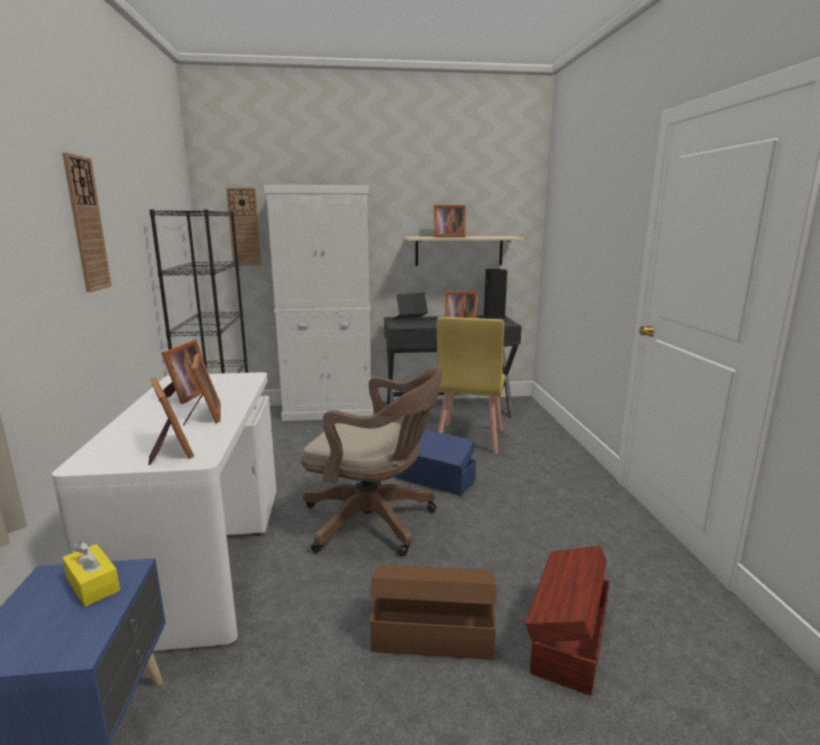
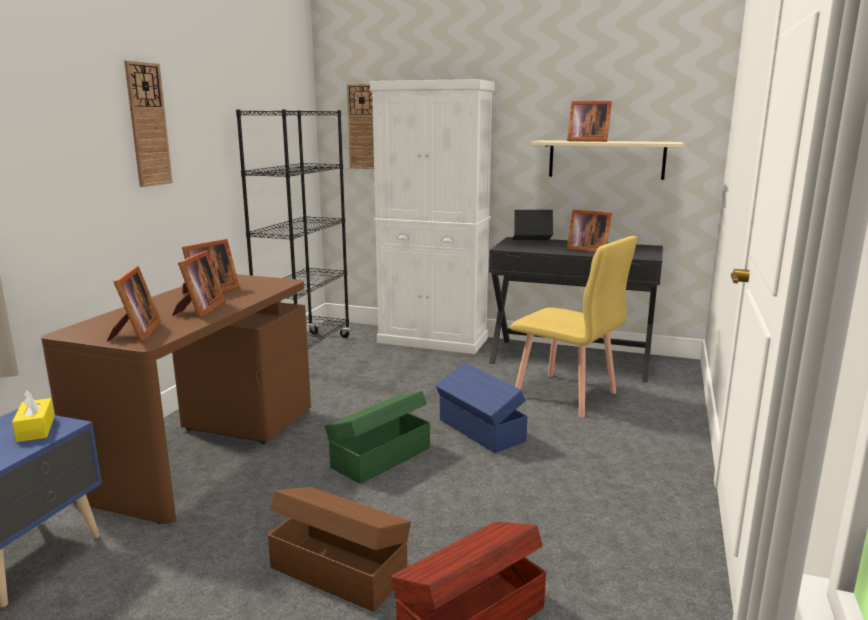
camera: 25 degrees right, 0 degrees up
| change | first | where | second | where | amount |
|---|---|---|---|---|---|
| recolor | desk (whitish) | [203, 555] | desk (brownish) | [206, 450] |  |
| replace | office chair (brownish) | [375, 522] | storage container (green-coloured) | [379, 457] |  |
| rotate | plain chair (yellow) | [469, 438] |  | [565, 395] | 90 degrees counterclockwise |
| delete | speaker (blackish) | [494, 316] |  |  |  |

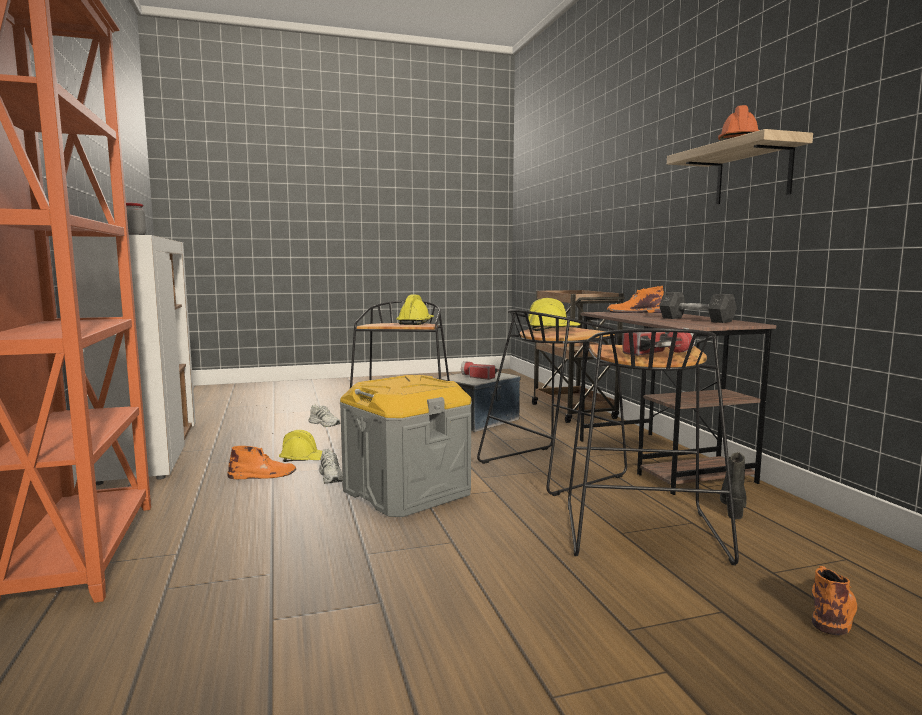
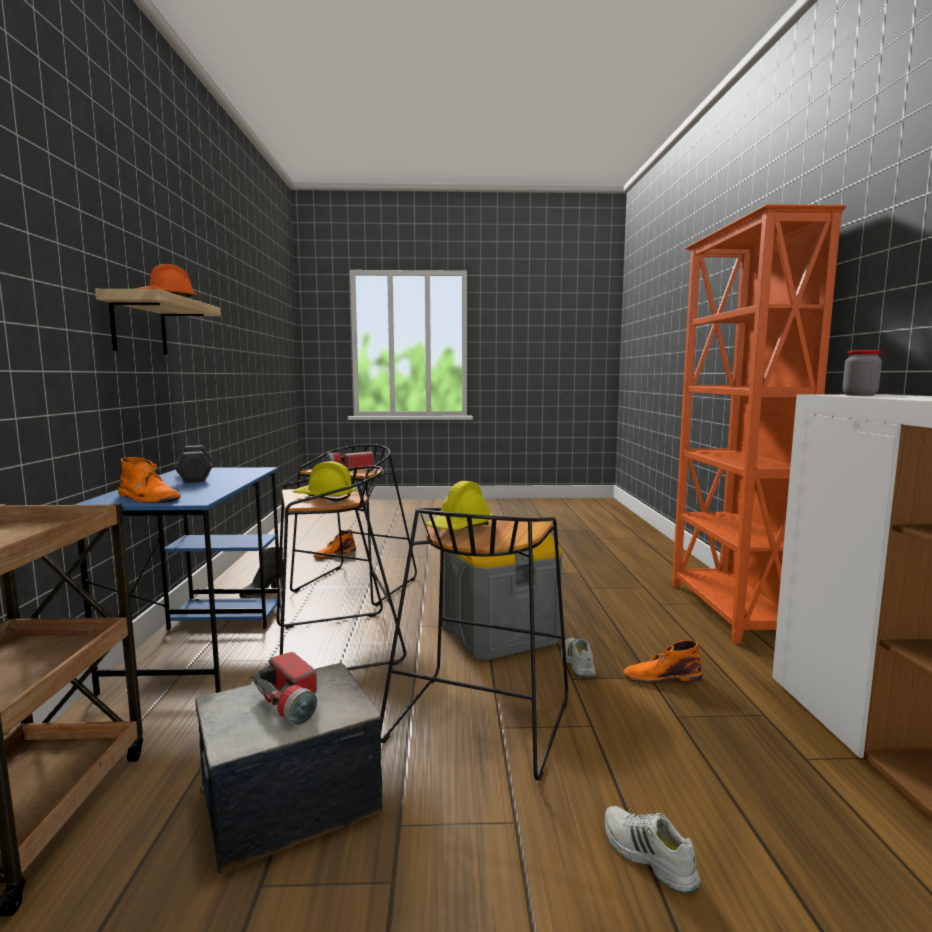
camera: 165 degrees left, 0 degrees up
| change | first | where | second | where | amount |
|---|---|---|---|---|---|
| delete | safety helmet (yellow) | [304, 459] |  |  |  |
| recolor | desk (brownish) | [661, 460] | desk (blue) | [203, 642] |  |

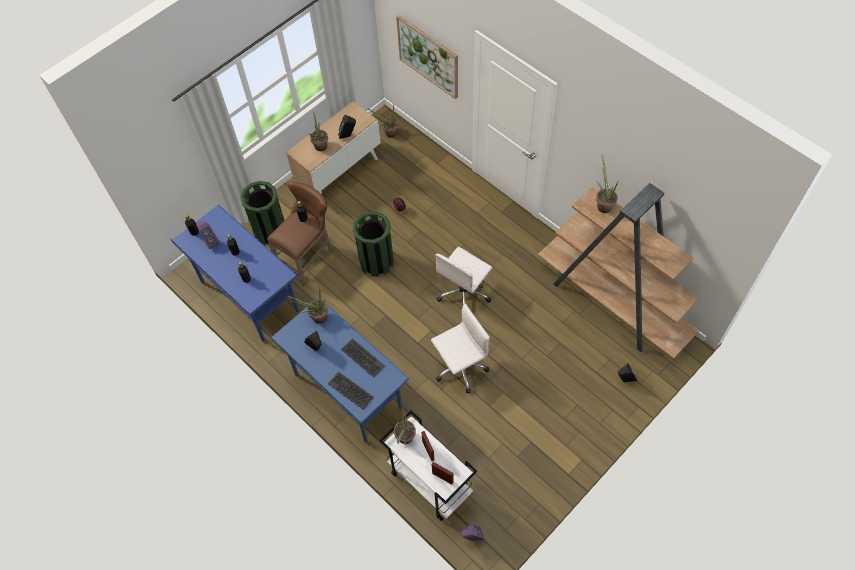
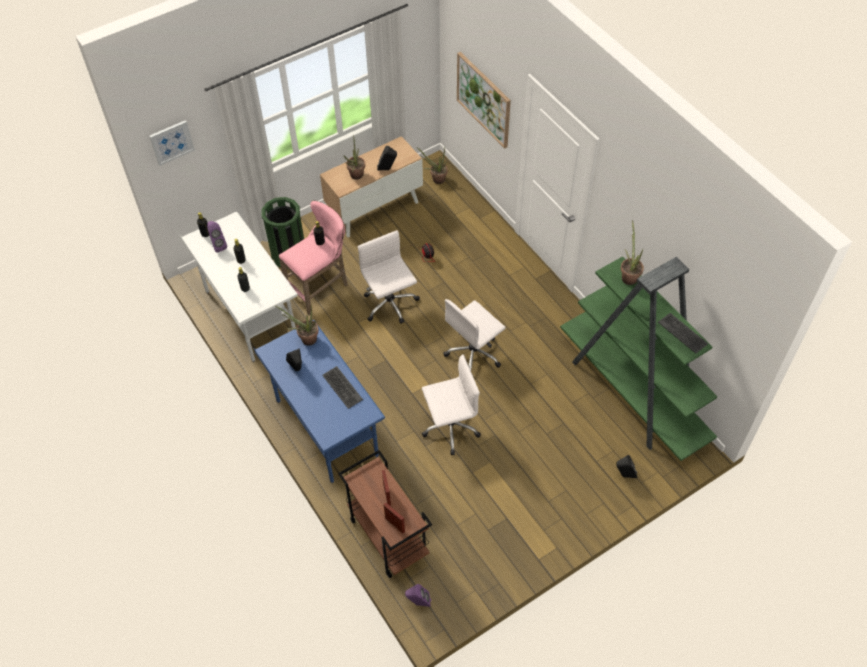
camera: 10 degrees right, 5 degrees down
| change | first | where | second | where | amount |
|---|---|---|---|---|---|
| recolor | desk (blue) | [249, 297] | desk (whitish) | [250, 315] |  |
| recolor | stool seat (brownish) | [308, 258] | stool seat (pinkish) | [321, 288] |  |
| move | keyboard | [351, 390] |  | [682, 333] |  |
| replace | rubbish bin (green-coloured) | [376, 262] | office chair (whitish) | [390, 305] |  |
| recolor | wheeled cart (whitish) | [429, 482] | wheeled cart (brownish) | [387, 536] |  |
| delete | plant in a pot | [405, 440] |  |  |  |
| recolor | shelving unit (brownish) | [613, 303] | shelving unit (green-coloured) | [632, 393] |  |
| insert |  |  | picture | [171, 142] |  |

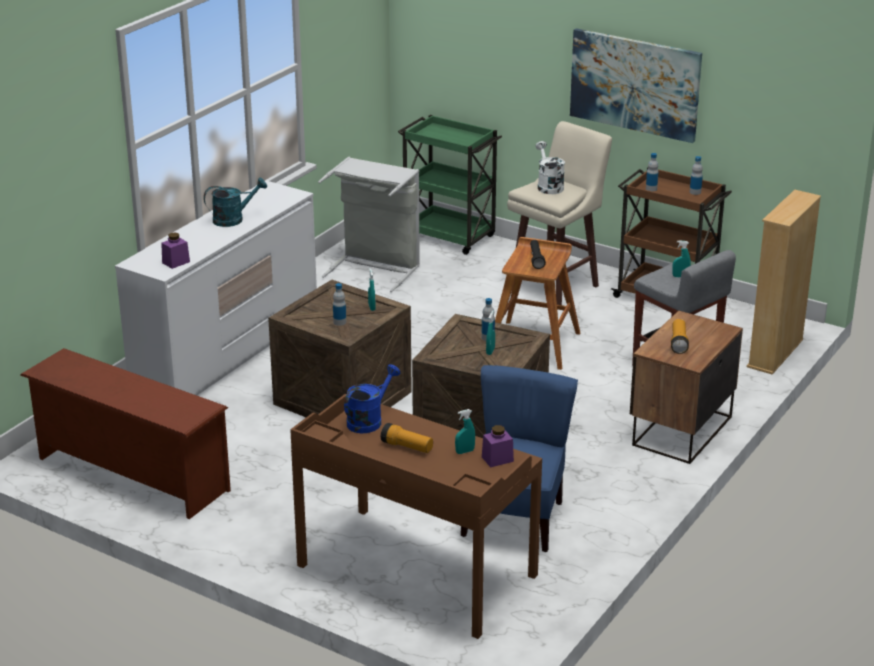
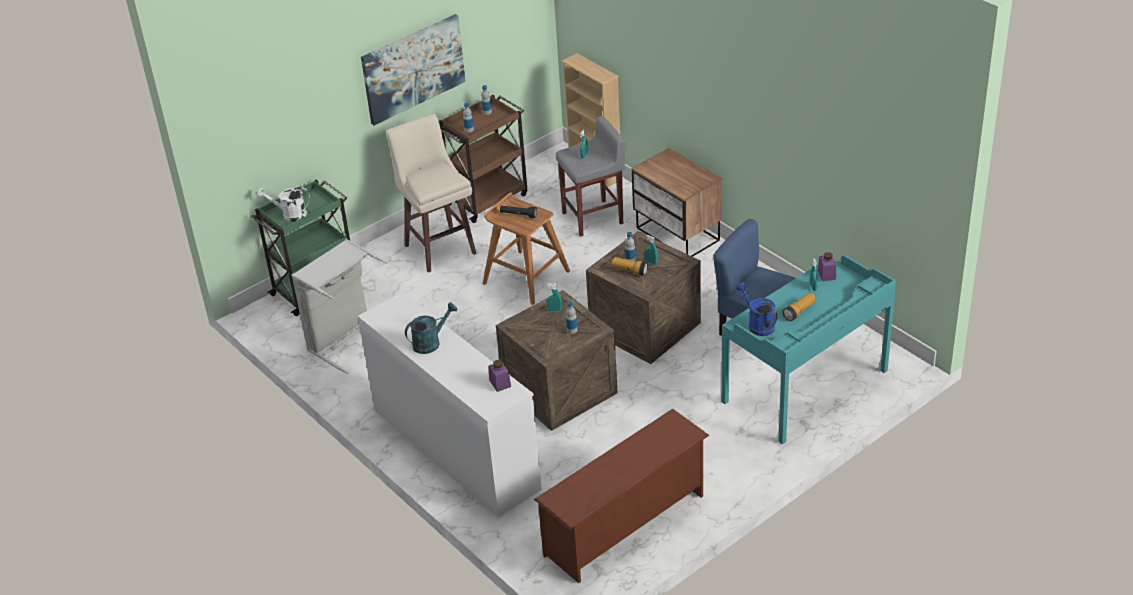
camera: 70 degrees left, 10 degrees up
| change | first | where | second | where | amount |
|---|---|---|---|---|---|
| rotate | sprinkling can (turquoise-coloured) | [233, 219] |  | [431, 342] | 60 degrees clockwise |
| recolor | desk (brownish) | [416, 571] | desk (turquoise-coloured) | [805, 387] |  |
| move | sprinkling can (whitish) | [548, 186] |  | [289, 215] |  |
| move | flashlight | [678, 343] |  | [630, 271] |  |

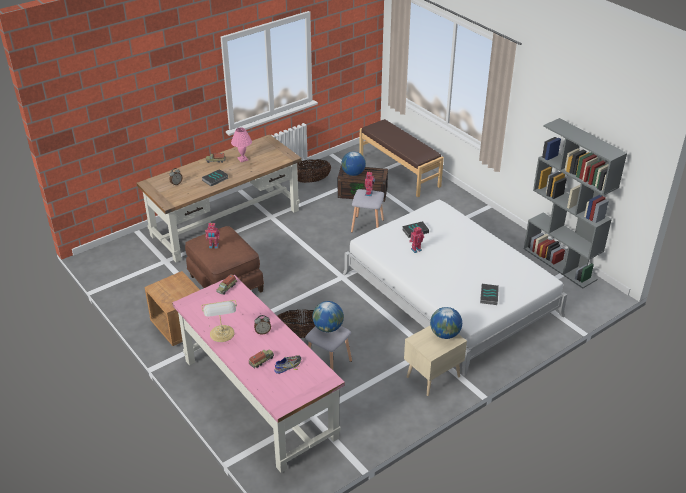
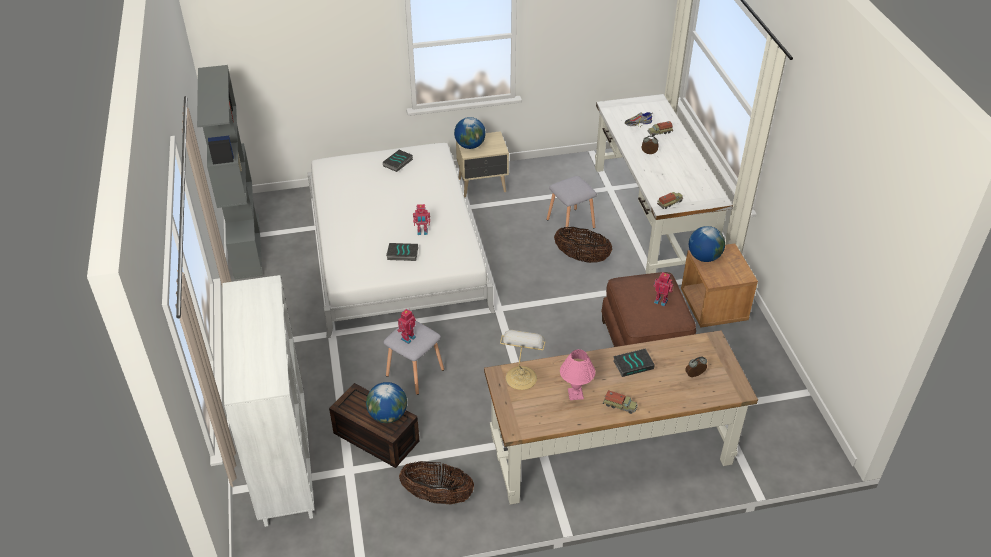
camera: 155 degrees left, 5 degrees up
| change | first | where | second | where | amount |
|---|---|---|---|---|---|
| recolor | desk (pinkish) | [258, 397] | desk (whitish) | [652, 215] |  |
| move | table lamp | [222, 334] |  | [521, 376] |  |
| move | globe | [328, 328] |  | [704, 257] |  |
| replace | indoor bench (brownish) | [399, 171] | storage cabinet (whitish) | [284, 464] |  |

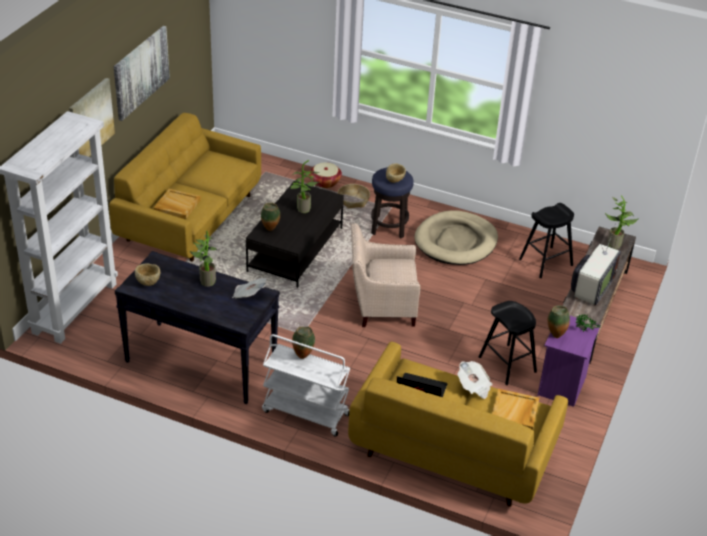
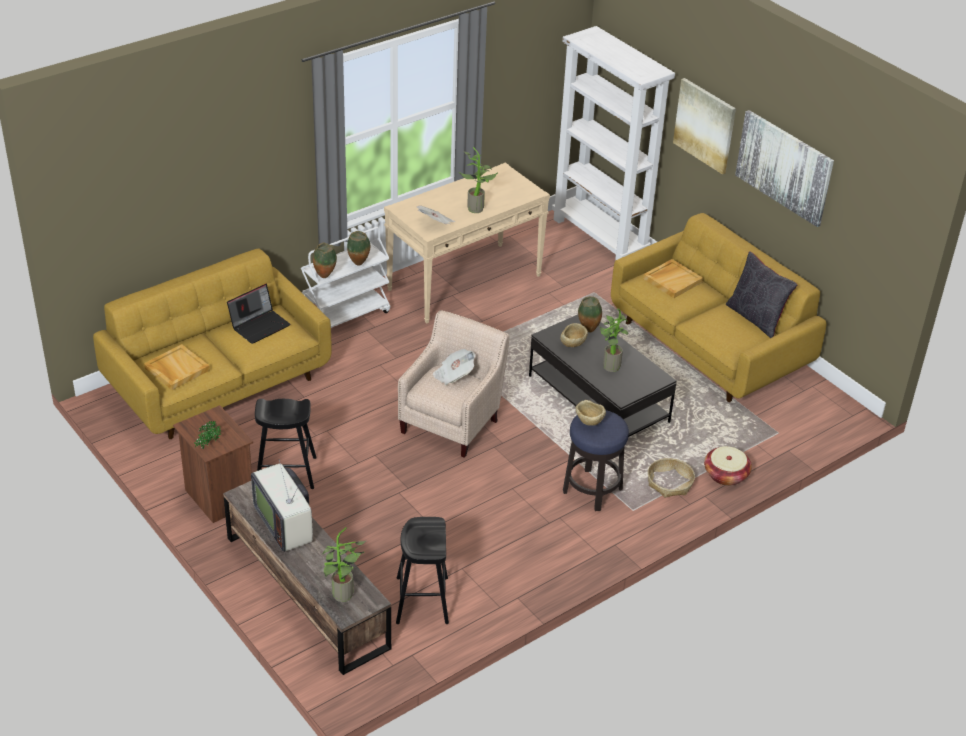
camera: 120 degrees right, 0 degrees up
| change | first | where | second | where | amount |
|---|---|---|---|---|---|
| recolor | console table (blackish) | [200, 362] | console table (beige) | [465, 282] |  |
| move | serving bowl (beige) | [148, 282] |  | [573, 345] |  |
| delete | pet bed (beige) | [456, 241] |  |  |  |
| move | newspaper | [474, 387] |  | [453, 375] |  |
| recolor | bedside table (purple-coloured) | [563, 386] | bedside table (brownish) | [218, 497] |  |
| move | vase | [555, 335] |  | [325, 276] |  |
| insert |  |  | pillow (blackish) | [756, 318] |  |

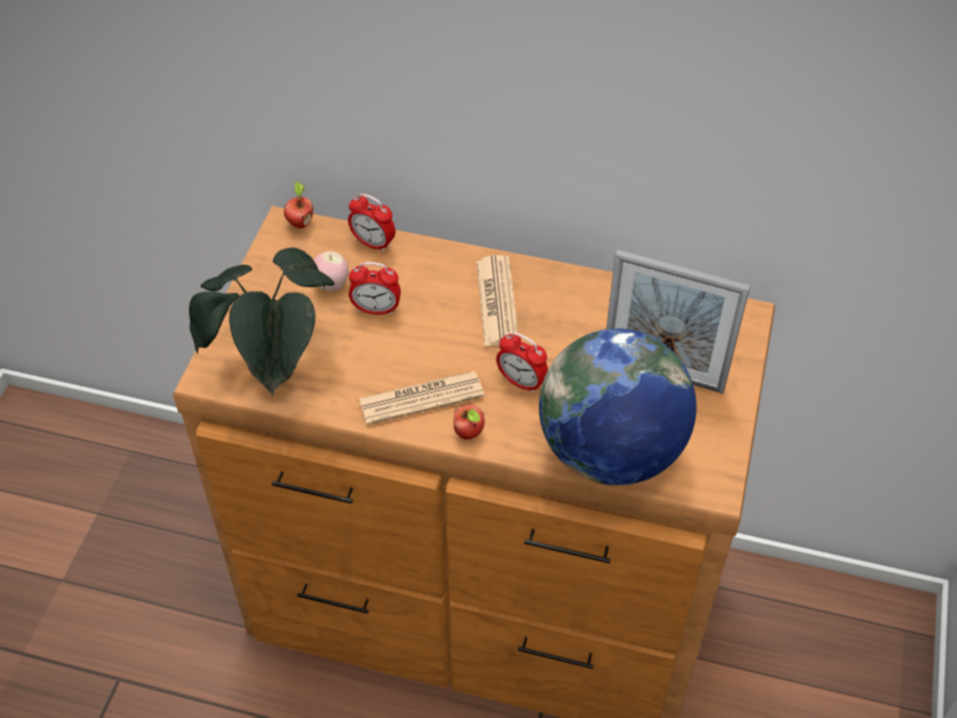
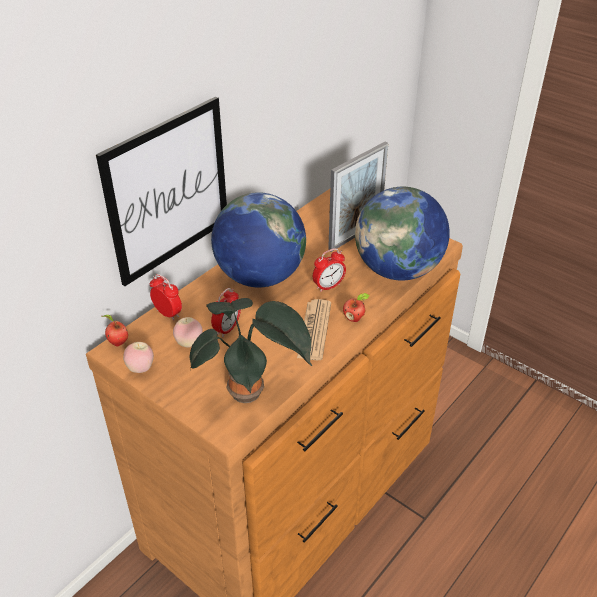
camera: 65 degrees left, 10 degrees down
| change | first | where | second | where | amount |
|---|---|---|---|---|---|
| rotate | bedside clock | [373, 243] |  | [168, 313] | 105 degrees counterclockwise |
| replace | newspaper | [497, 302] | globe | [260, 276] |  |
| insert |  |  | picture | [168, 191] |  |
| insert |  |  | apple fruit | [141, 368] |  |

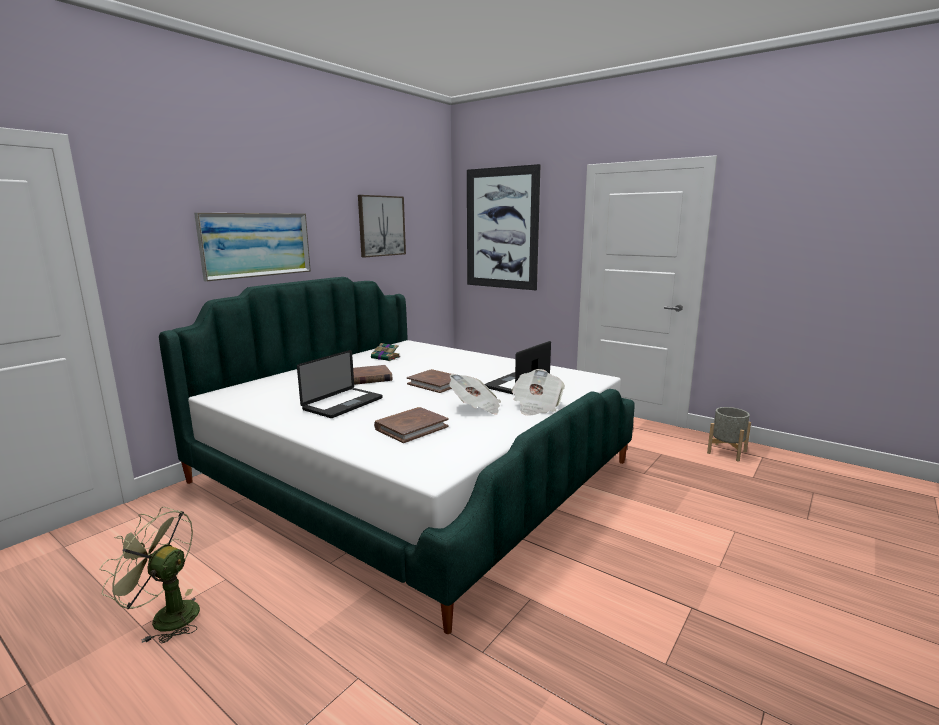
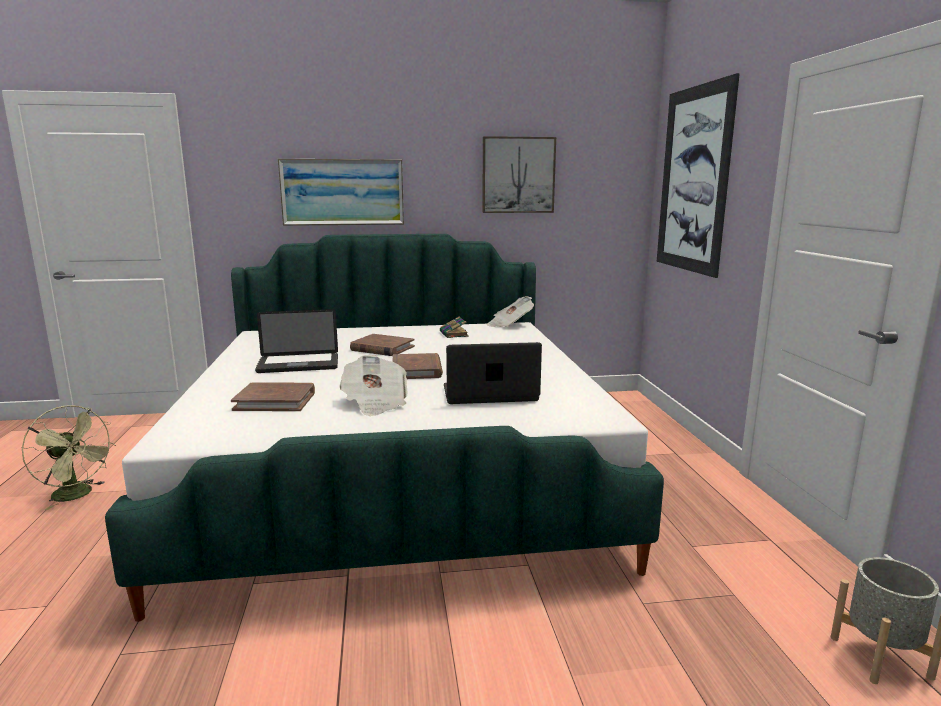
camera: 45 degrees right, 0 degrees up
| change | first | where | second | where | amount |
|---|---|---|---|---|---|
| rotate | cooling fan (green-coloured) | [166, 616] |  | [78, 495] | 150 degrees clockwise |
| move | newspaper | [536, 406] |  | [509, 324] |  |

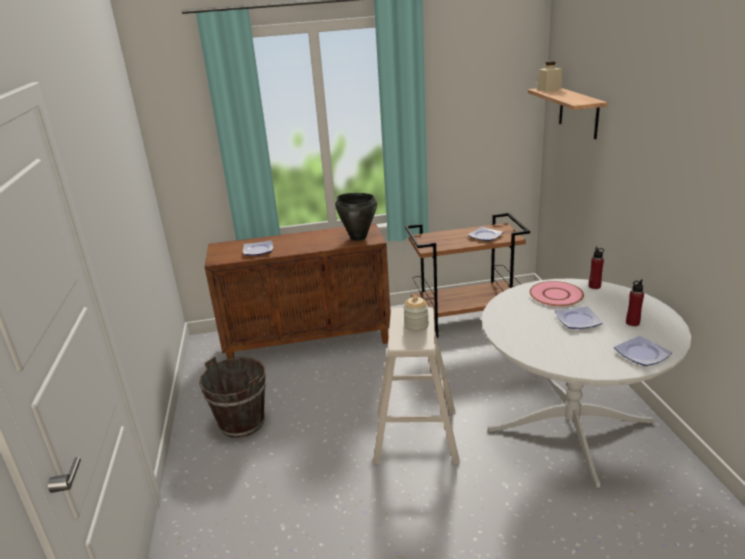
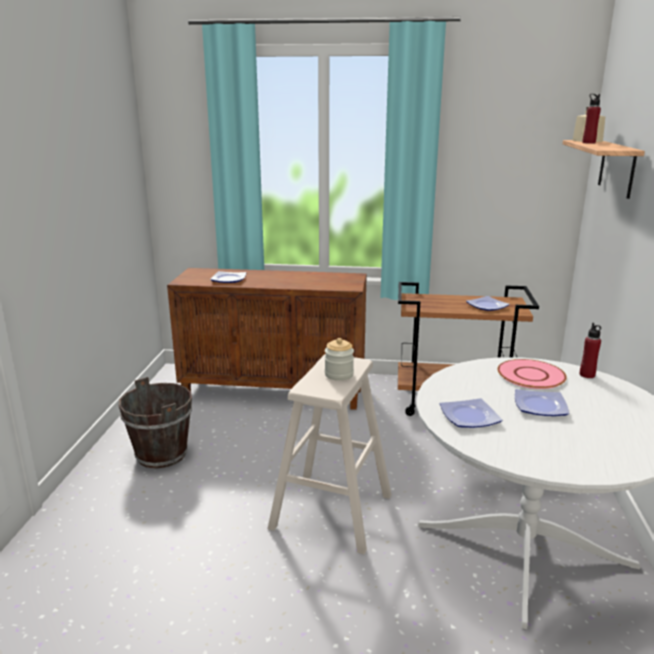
camera: 15 degrees right, 5 degrees down
| change | first | where | second | where | amount |
|---|---|---|---|---|---|
| delete | stockpot (blackish) | [358, 237] |  |  |  |
| move | dinner plate | [643, 354] |  | [470, 417] |  |
| move | bottle (reddish) | [632, 323] |  | [588, 143] |  |

